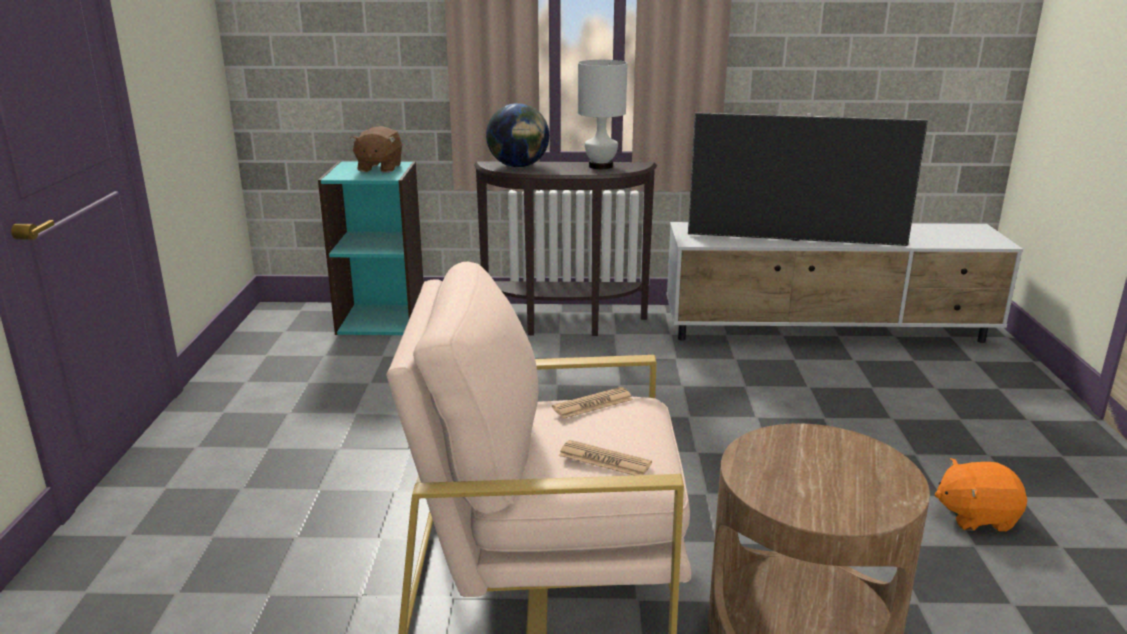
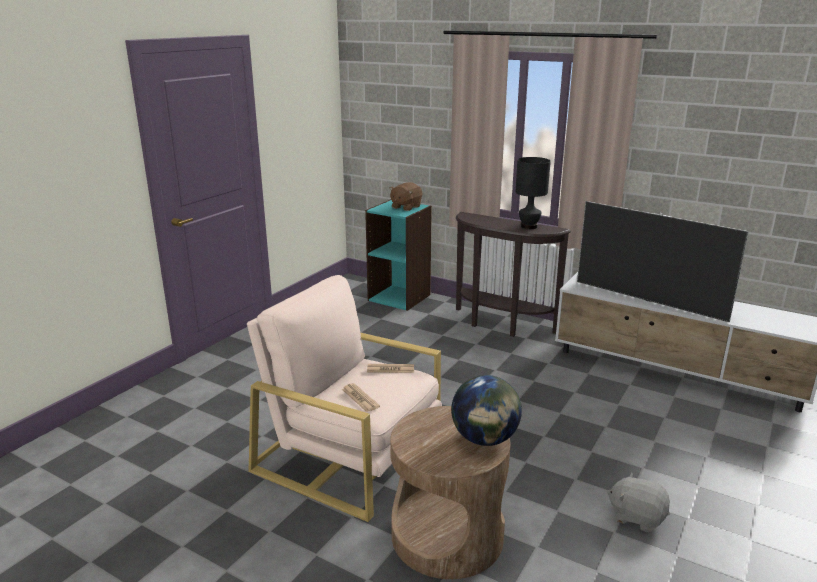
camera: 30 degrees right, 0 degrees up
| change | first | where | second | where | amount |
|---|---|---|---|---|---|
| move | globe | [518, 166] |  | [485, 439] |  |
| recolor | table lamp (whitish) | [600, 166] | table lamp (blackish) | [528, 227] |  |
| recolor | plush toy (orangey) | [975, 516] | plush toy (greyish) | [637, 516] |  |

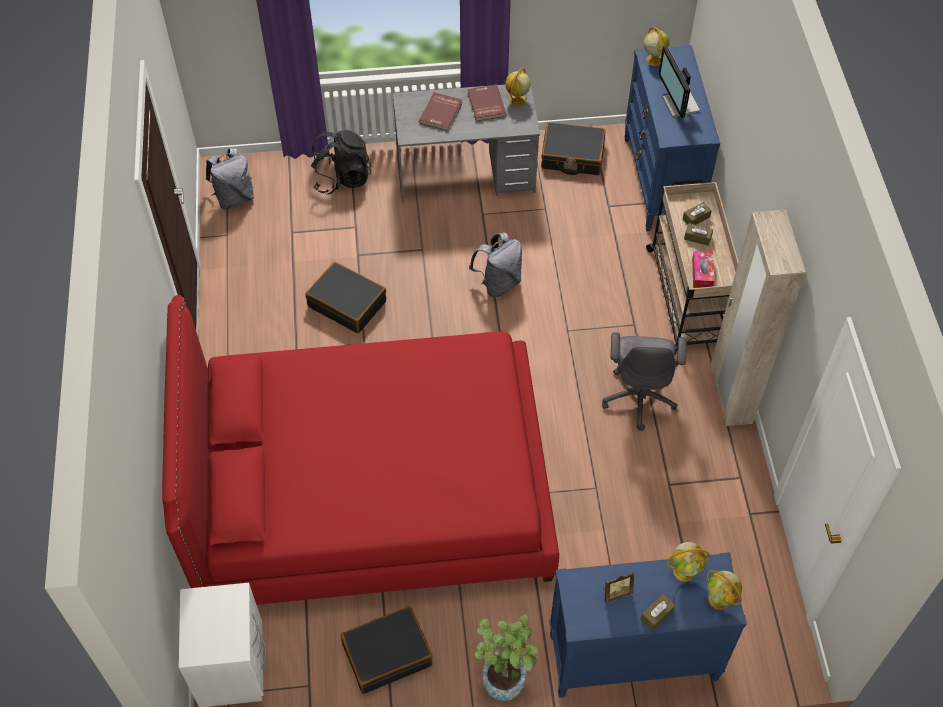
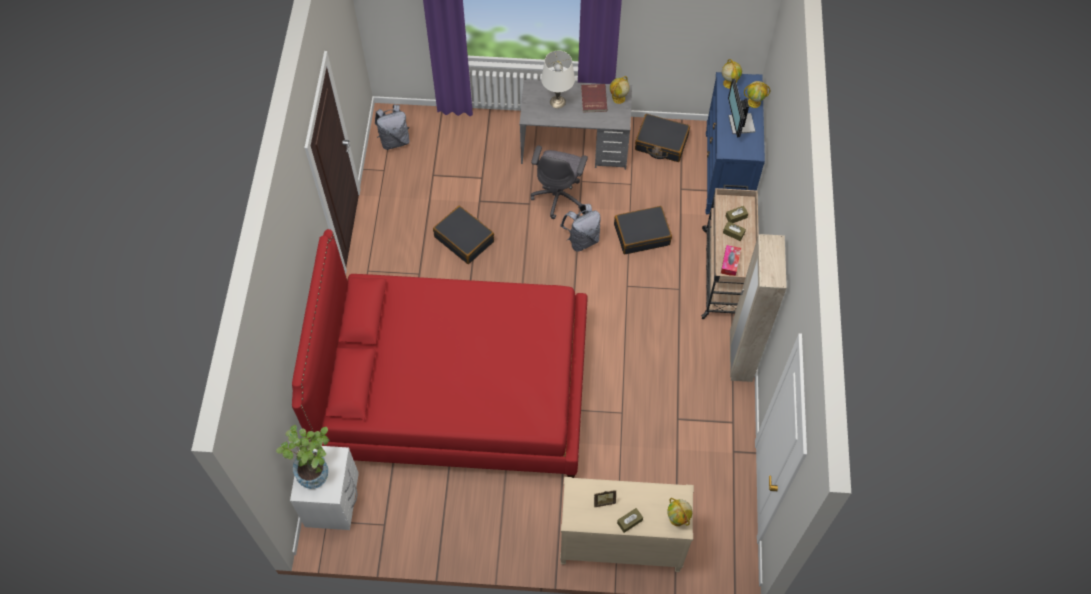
camera: 10 degrees right, 5 degrees up
| change | first | where | second | where | amount |
|---|---|---|---|---|---|
| delete | knapsack (blackish) | [342, 178] |  |  |  |
| move | suitcase (blackish) | [387, 654] |  | [641, 234] |  |
| replace | volume (reddish) | [441, 113] | table lamp (whitish) | [558, 102] |  |
| move | plant in a pot | [505, 674] |  | [315, 469] |  |
| recolor | chest of drawers (blue) | [631, 658] | chest of drawers (beige) | [620, 545] |  |
| move | office chair (greyish) | [639, 397] |  | [558, 196] |  |
| move | globe | [684, 571] |  | [754, 102] |  |

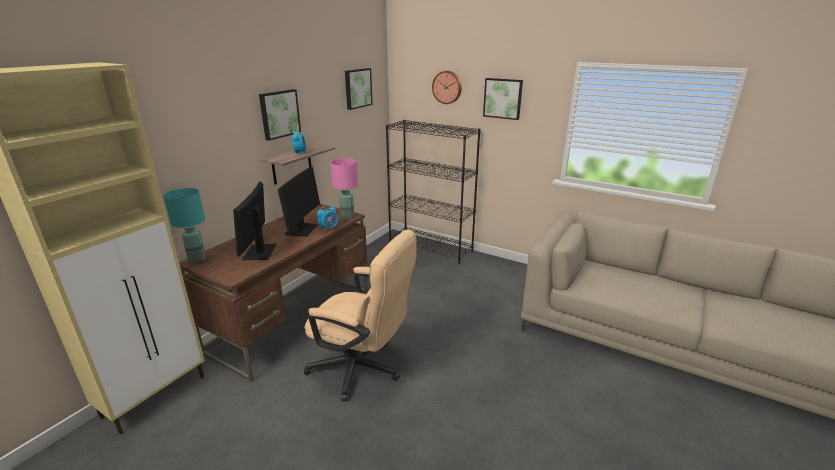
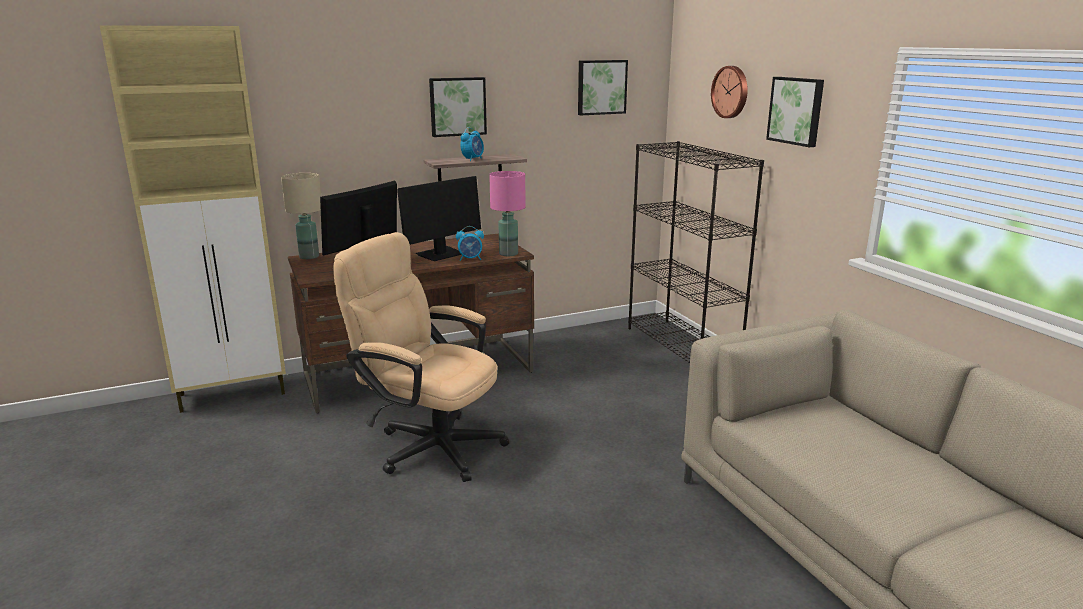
camera: 35 degrees right, 5 degrees down
| change | first | where | second | where | amount |
|---|---|---|---|---|---|
| recolor | table lamp (turquoise-coloured) | [197, 259] | table lamp (beige) | [310, 257] |  |
| rotate | office chair (beige) | [363, 369] |  | [429, 445] | 150 degrees clockwise |

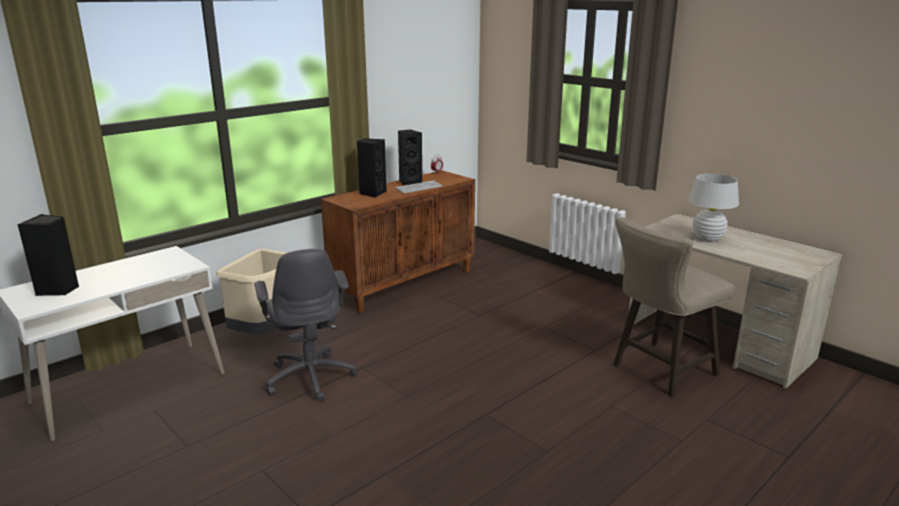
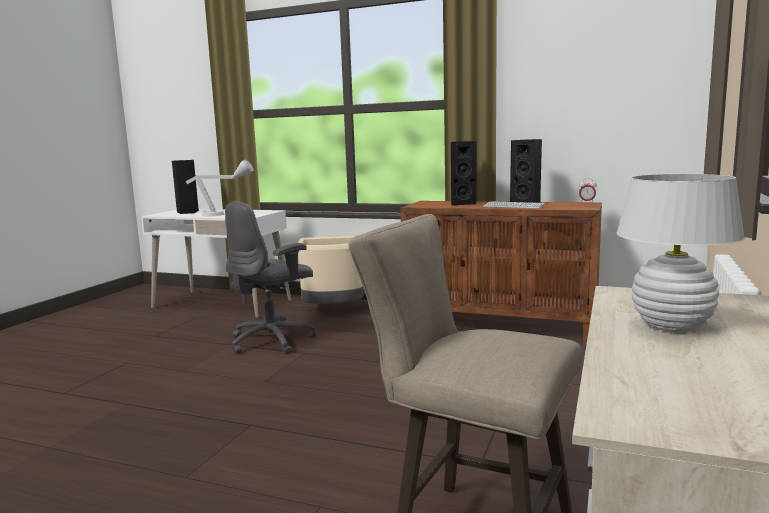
camera: 65 degrees right, 10 degrees down
| change | first | where | second | where | amount |
|---|---|---|---|---|---|
| insert |  |  | table lamp (greyish) | [224, 214] |  |

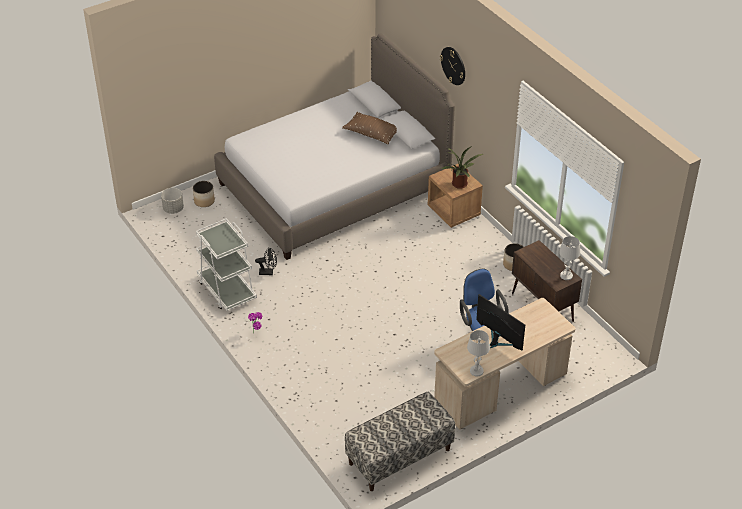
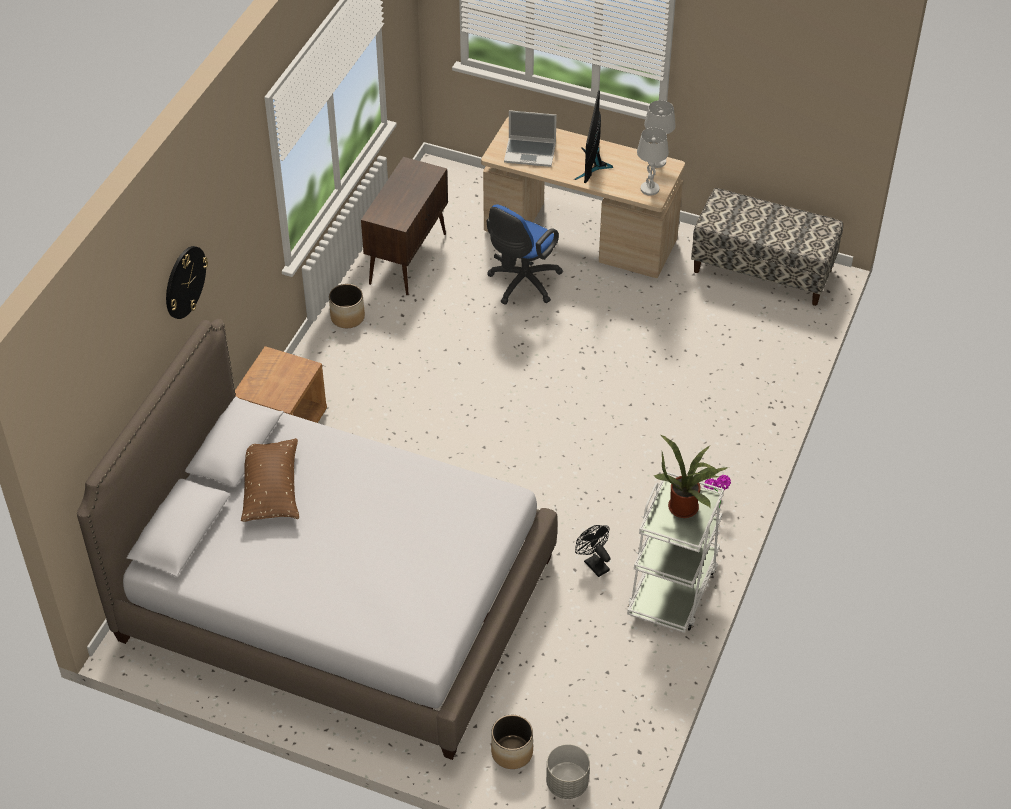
camera: 125 degrees left, 5 degrees up
| change | first | where | second | where | amount |
|---|---|---|---|---|---|
| move | plant in a pot | [459, 185] |  | [686, 506] |  |
| move | table lamp (whitish) | [566, 275] |  | [649, 189] |  |
| insert |  |  | notebook computer | [531, 153] |  |

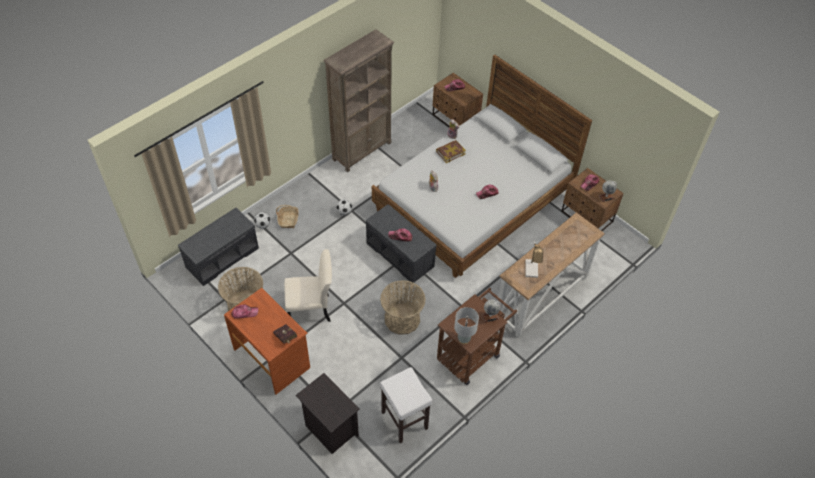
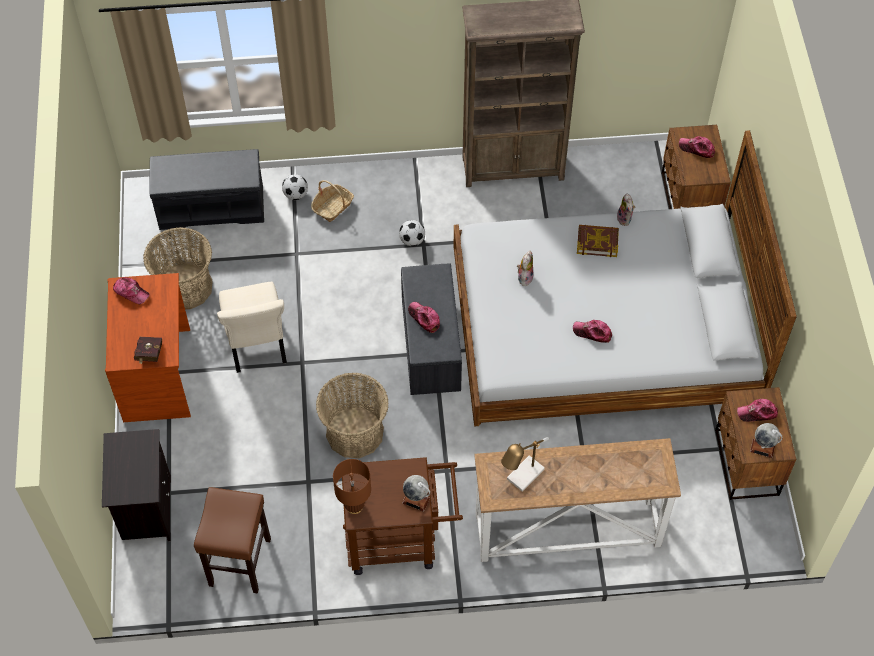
camera: 40 degrees right, 5 degrees up
| change | first | where | second | where | amount |
|---|---|---|---|---|---|
| rotate | plain chair (beige) | [311, 309] |  | [256, 344] | 45 degrees clockwise |
| recolor | stool seat (whitish) | [405, 420] | stool seat (brownish) | [240, 563] |  |
| recolor | table lamp (greyish) | [464, 339] | table lamp (brownish) | [354, 506] |  |

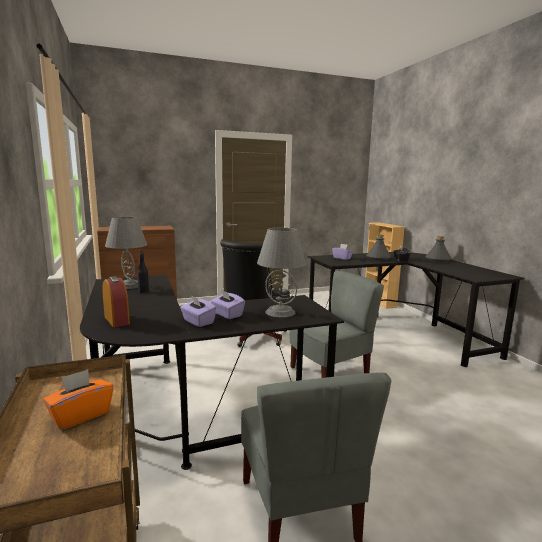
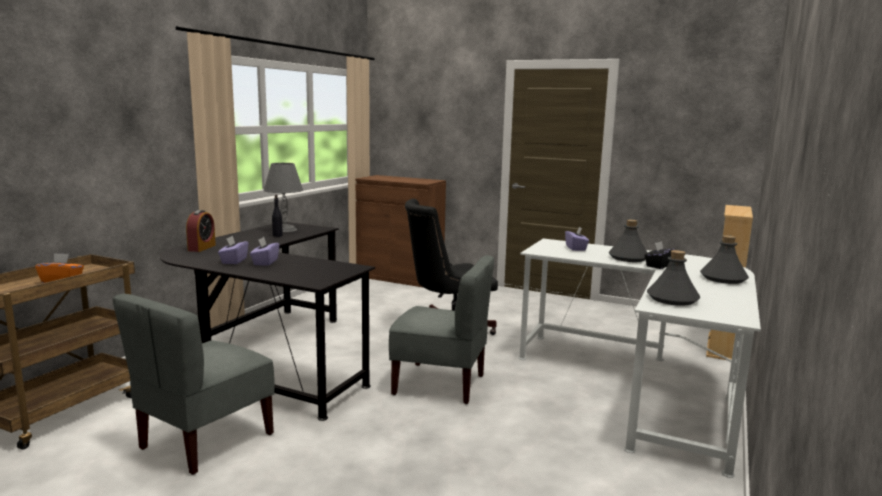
camera: 45 degrees right, 0 degrees up
| change | first | where | second | where | amount |
|---|---|---|---|---|---|
| delete | table lamp (greyish) | [280, 312] |  |  |  |
| recolor | desk (blackish) | [399, 332] | desk (whitish) | [641, 386] |  |
| insert |  |  | bottle (greyish) | [673, 299] |  |

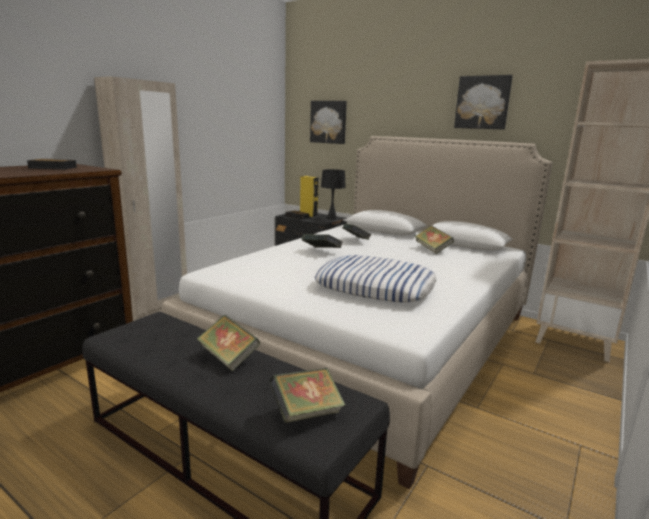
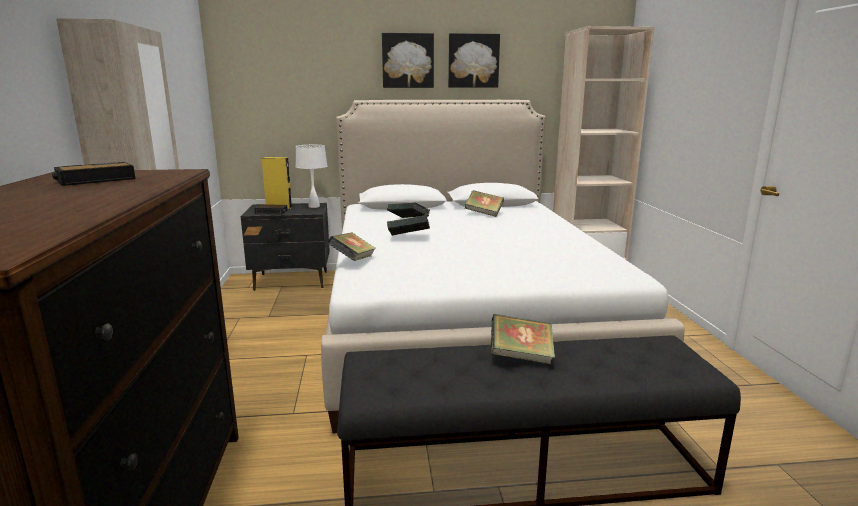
camera: 40 degrees left, 0 degrees up
| change | first | where | second | where | amount |
|---|---|---|---|---|---|
| move | volume | [306, 412] |  | [353, 261] |  |
| move | picture | [328, 122] |  | [407, 60] |  |
| delete | pillow | [375, 287] |  |  |  |
| recolor | table lamp (blackish) | [331, 218] | table lamp (whitish) | [313, 206] |  |

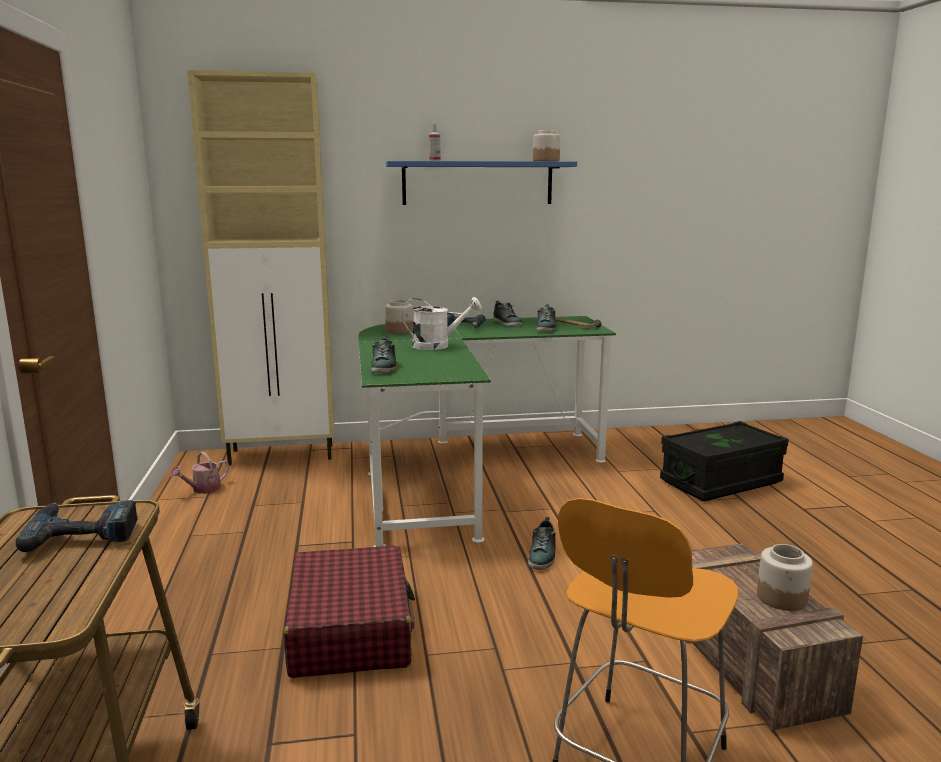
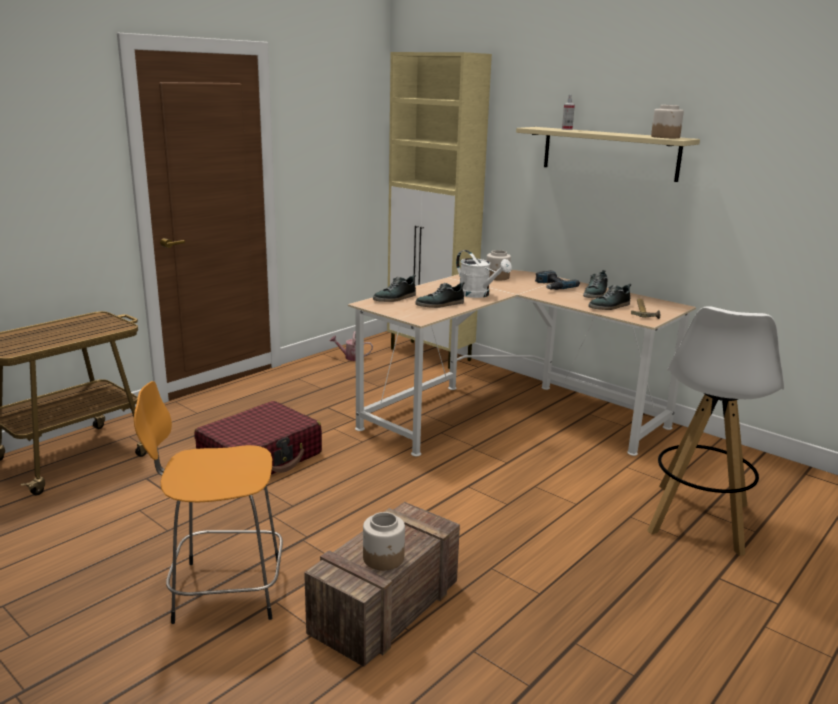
camera: 50 degrees right, 5 degrees up
| change | first | where | second | where | amount |
|---|---|---|---|---|---|
| delete | drill | [83, 532] |  |  |  |
| recolor | desk (green-coloured) | [464, 472] | desk (beige) | [509, 413] |  |
| recolor | wall shelf (blue) | [477, 183] | wall shelf (beige) | [609, 153] |  |
| move | shoe | [543, 555] |  | [440, 304] |  |
| replace | storage container (blackish) | [720, 481] | stool seat (whitish) | [698, 519] |  |

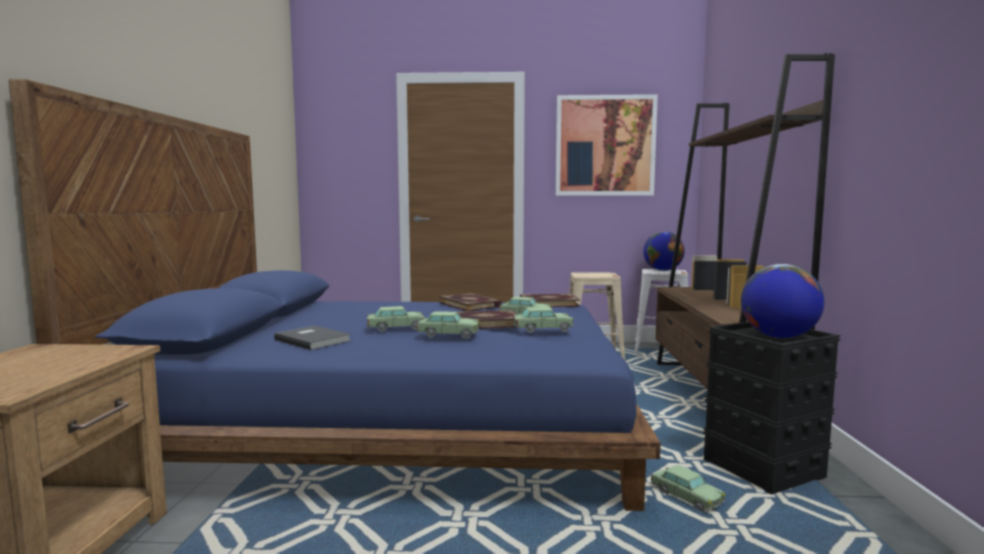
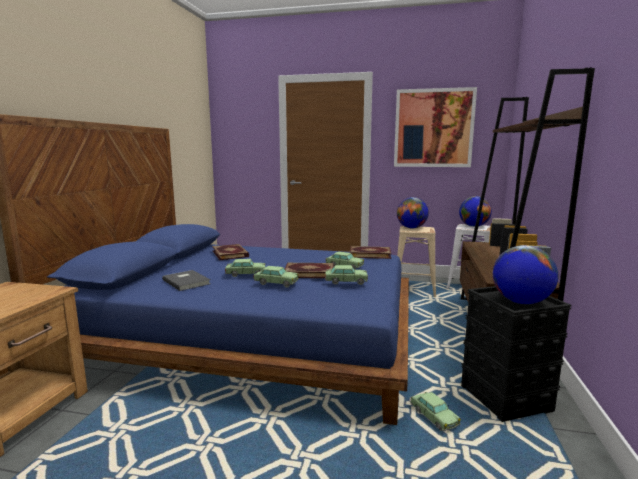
camera: 10 degrees right, 5 degrees up
| change | first | where | second | where | amount |
|---|---|---|---|---|---|
| move | volume | [470, 305] |  | [231, 254] |  |
| insert |  |  | globe | [411, 228] |  |

